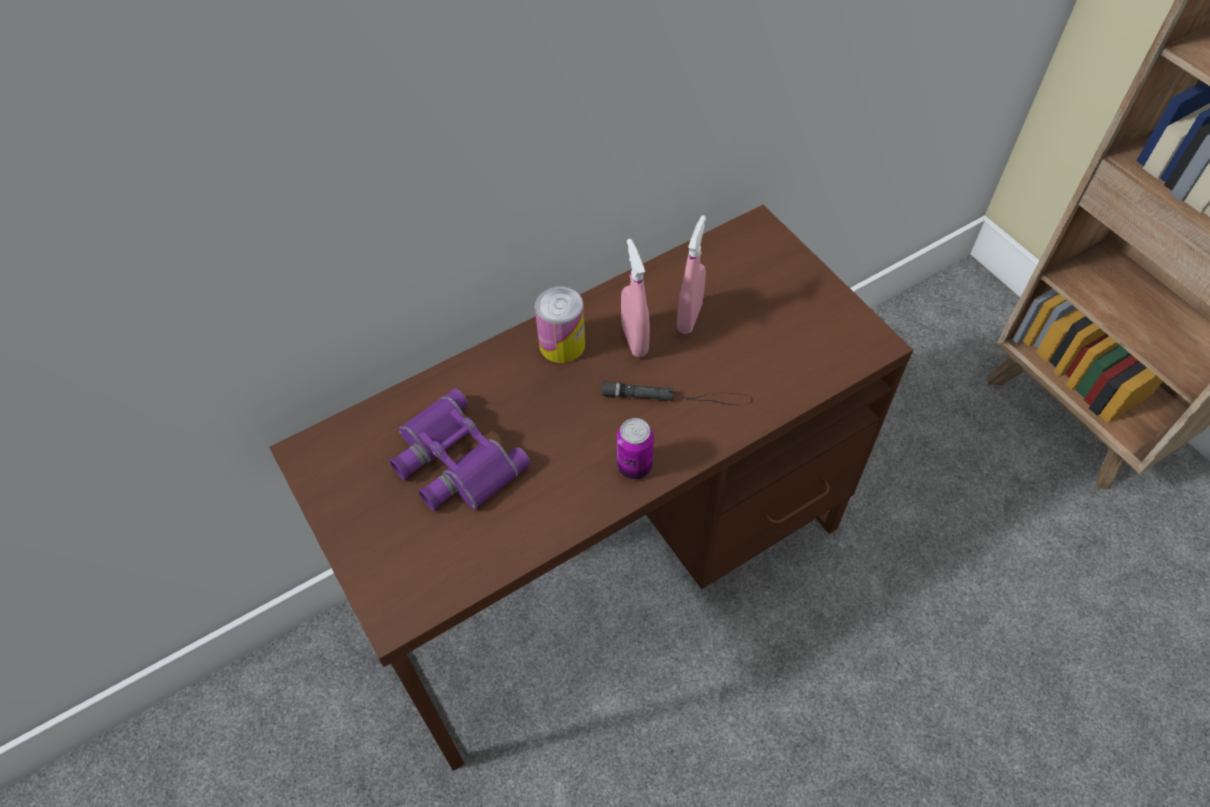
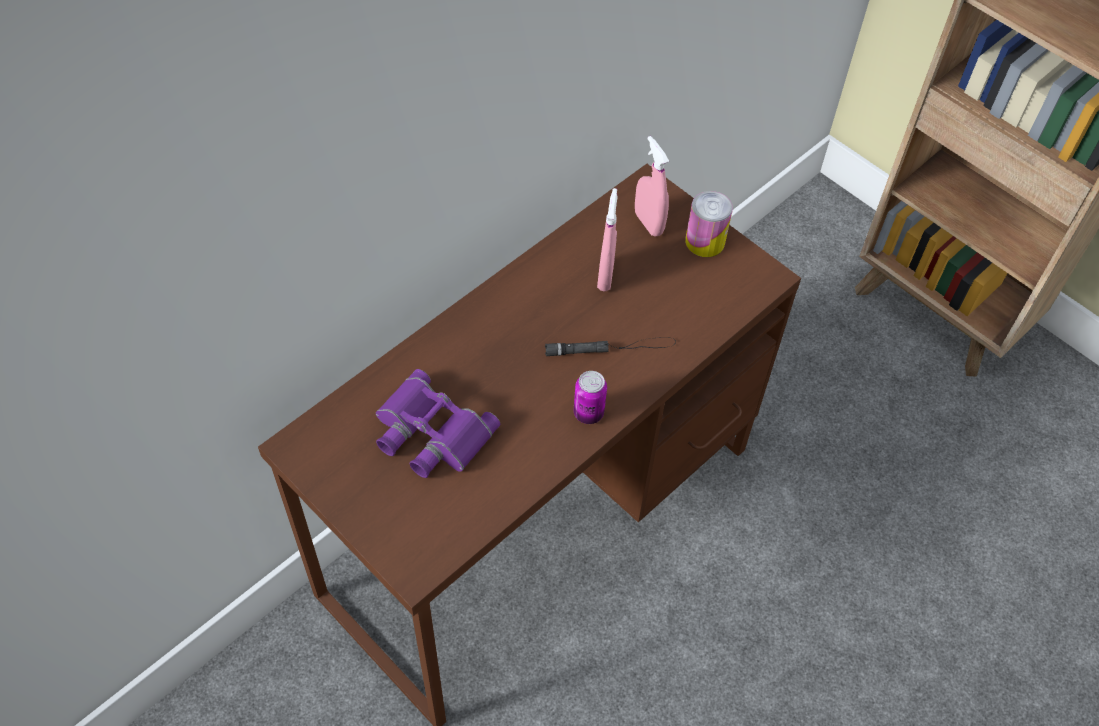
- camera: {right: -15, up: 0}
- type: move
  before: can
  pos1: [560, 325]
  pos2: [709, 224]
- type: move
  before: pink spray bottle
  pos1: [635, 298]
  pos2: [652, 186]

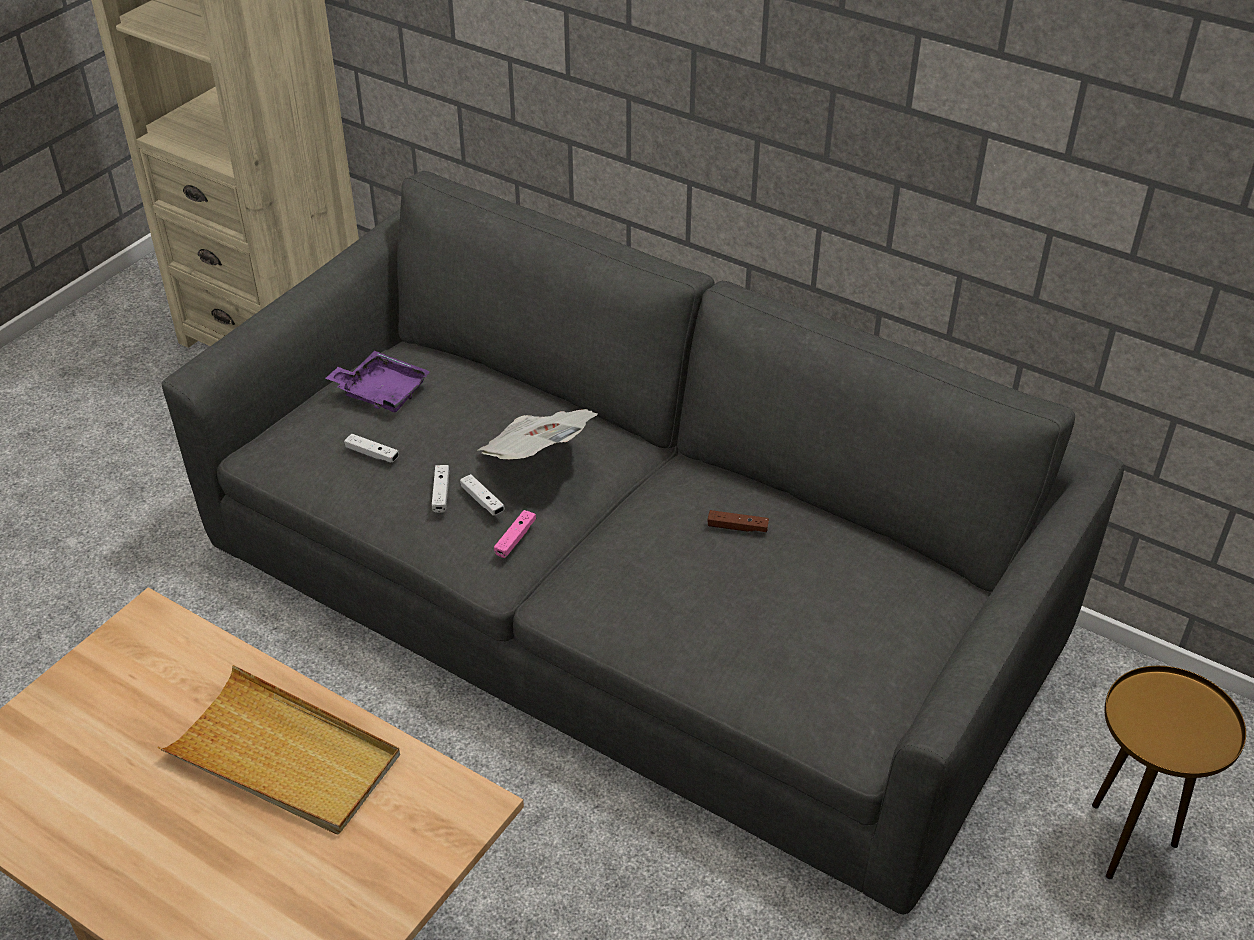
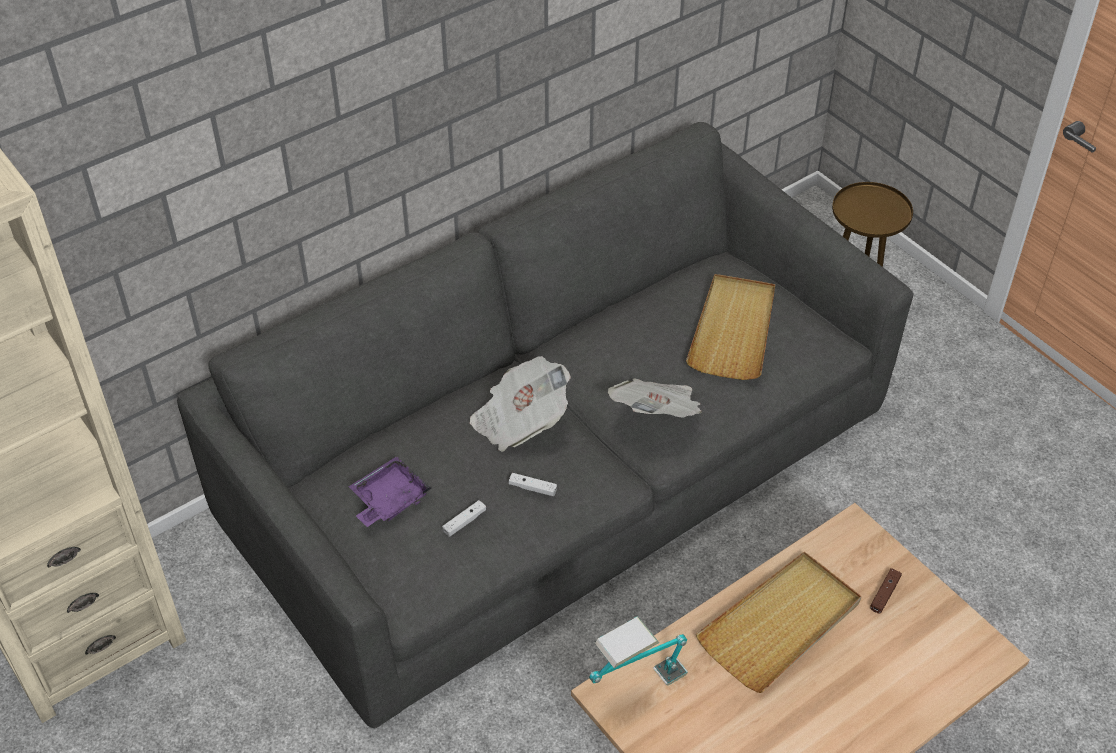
- camera: {right: -70, up: 5}
- type: delete
  before: white game controller
  pos1: [482, 495]
- type: delete
  before: pink game controller
  pos1: [515, 534]
- type: insert
  after: table lamp
  pos2: [638, 651]
- type: insert
  after: newspaper
  pos2: [655, 398]
- type: insert
  after: beige tray
  pos2: [730, 327]
- type: move
  before: brown game controller
  pos1: [738, 521]
  pos2: [886, 591]

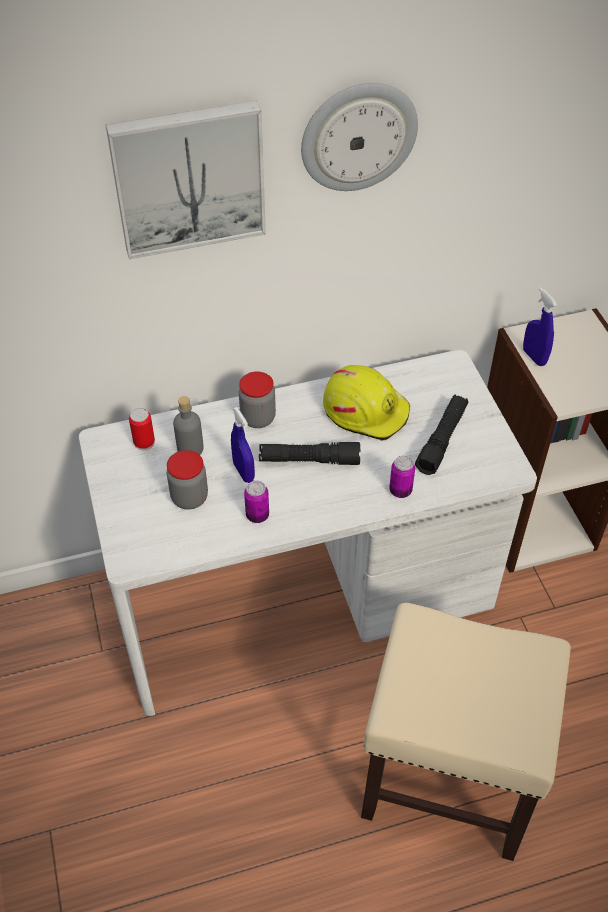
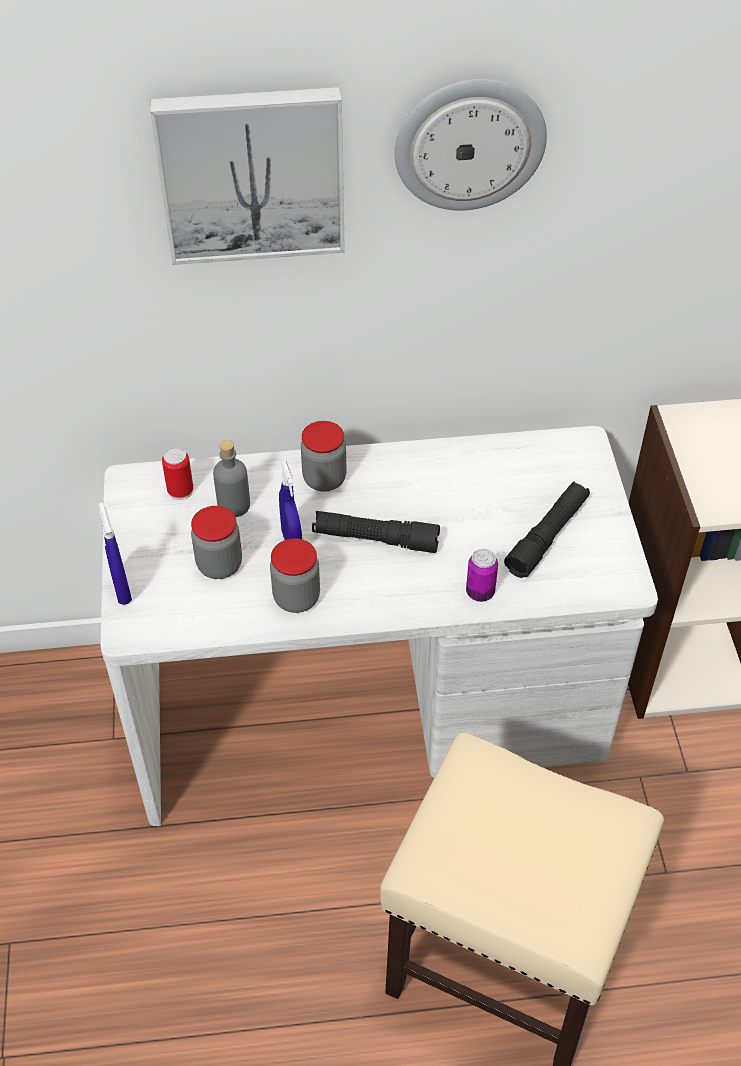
- camera: {right: 10, up: 0}
- type: delete
  before: yellow hard hat
  pos1: [366, 403]
- type: move
  before: blue spray bottle
  pos1: [540, 327]
  pos2: [115, 554]
- type: replace
  before: can
  after: jar
  pos1: [256, 502]
  pos2: [295, 575]

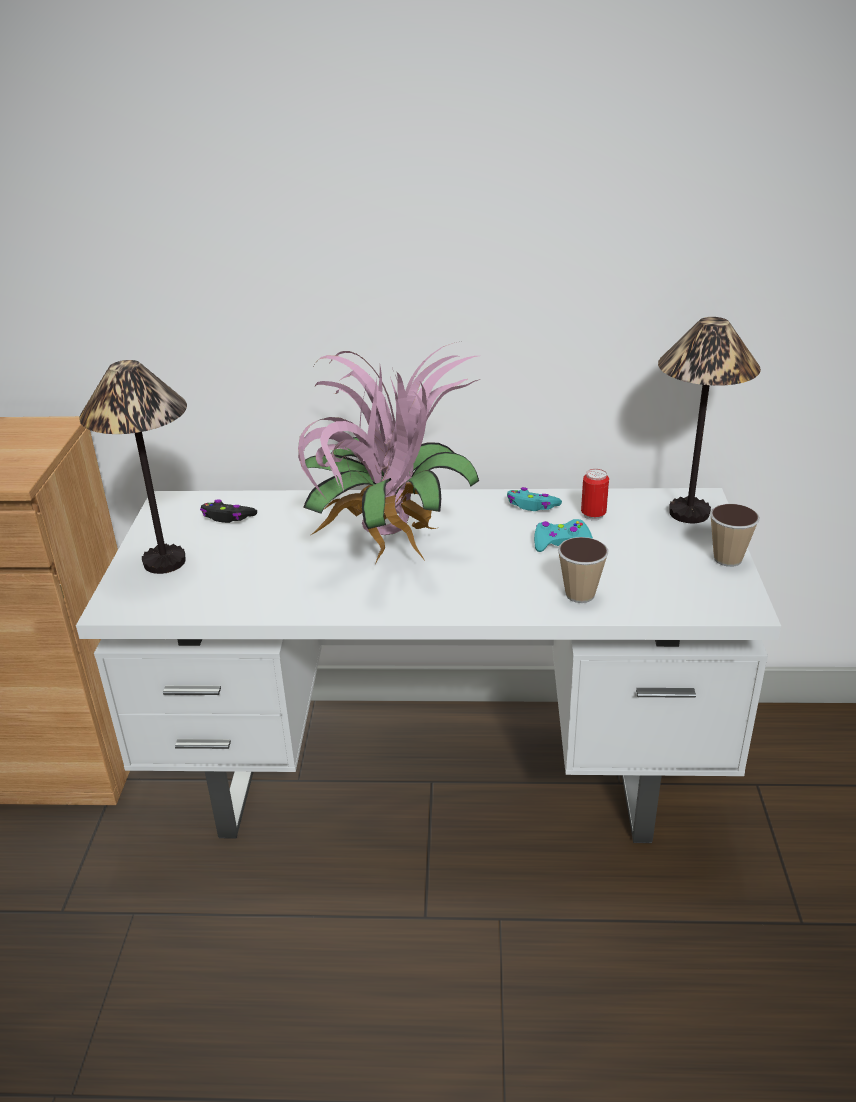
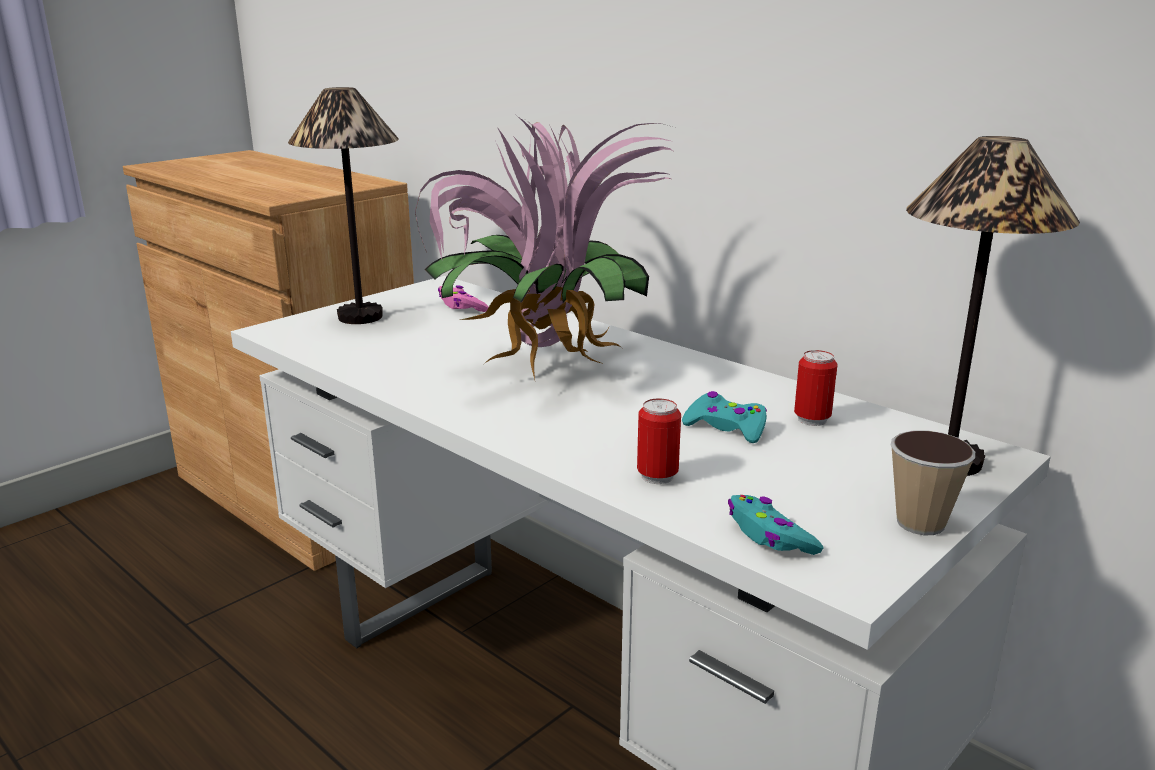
- camera: {right: 40, up: -10}
- type: move
  before: turquoise game controller
  pos1: [534, 499]
  pos2: [775, 525]
- type: replace
  before: cup
  after: can
  pos1: [583, 570]
  pos2: [659, 441]
- type: recolor
  before: black game controller
  after: pink game controller
  pos1: [228, 511]
  pos2: [463, 298]

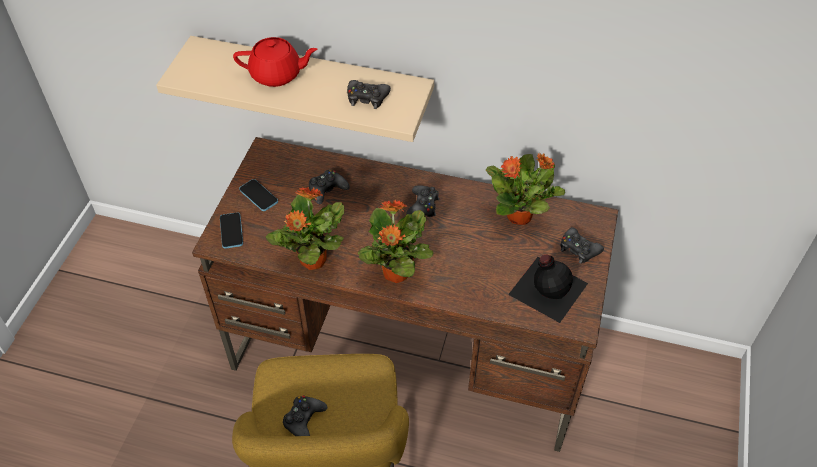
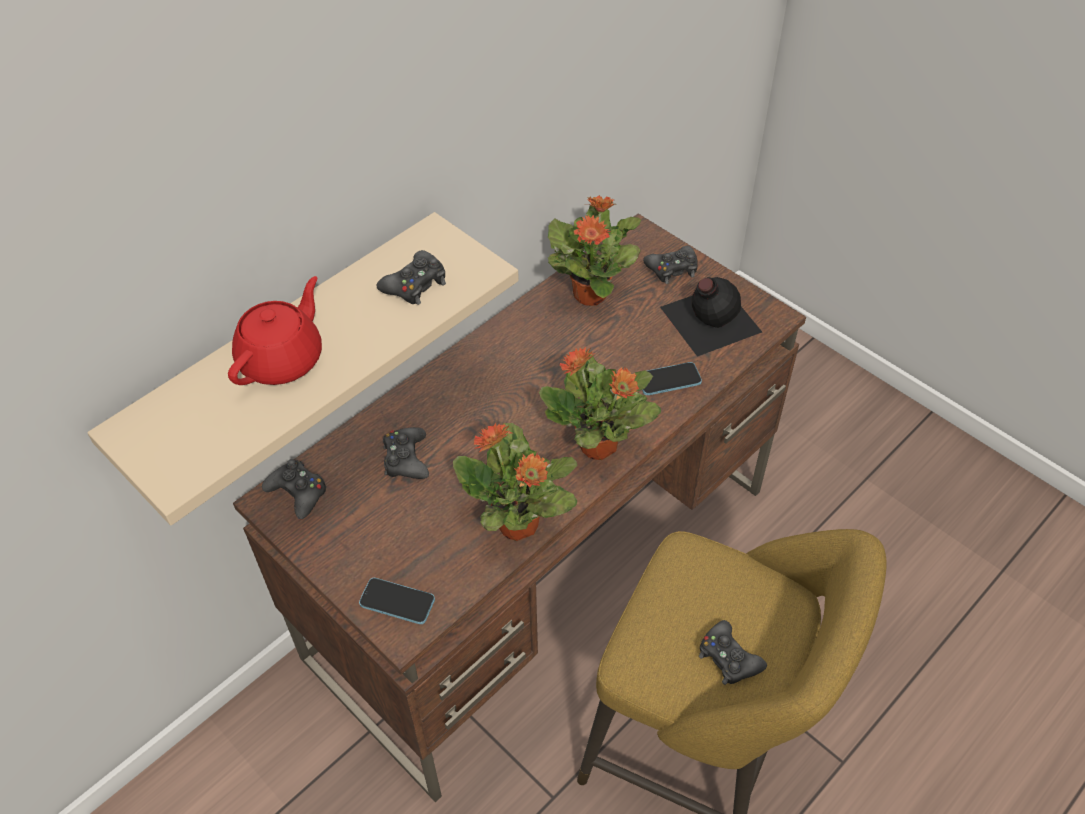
- camera: {right: -60, up: 0}
- type: move
  before: phone
  pos1: [258, 195]
  pos2: [672, 378]
- type: move
  before: black game controller
  pos1: [422, 201]
  pos2: [294, 489]

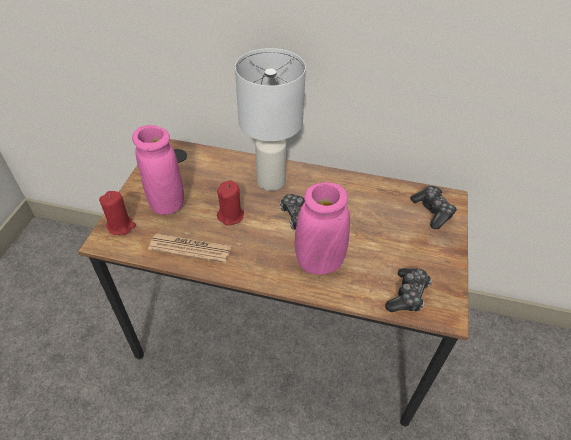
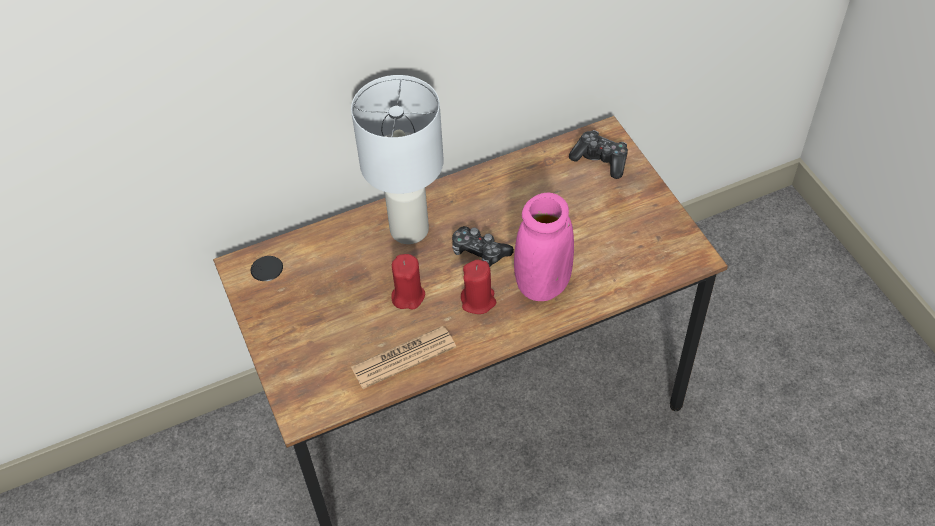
- camera: {right: -35, up: 5}
- type: delete
  before: pink vase
  pos1: [158, 170]
- type: delete
  before: game controller
  pos1: [408, 290]
- type: move
  before: red candle
  pos1: [117, 213]
  pos2: [478, 287]

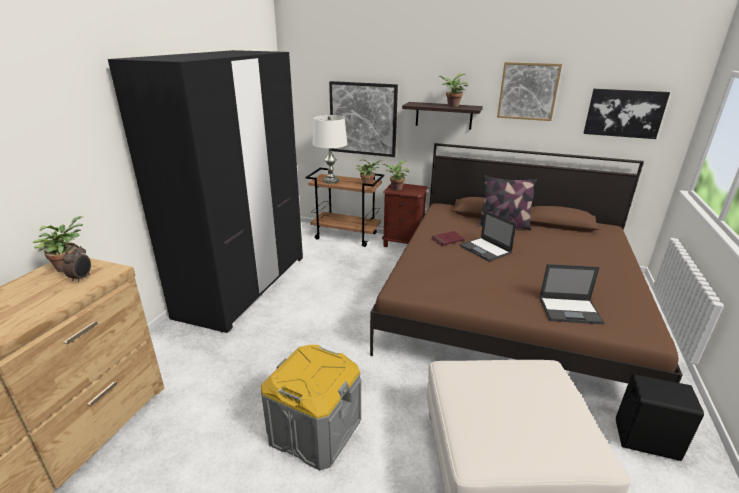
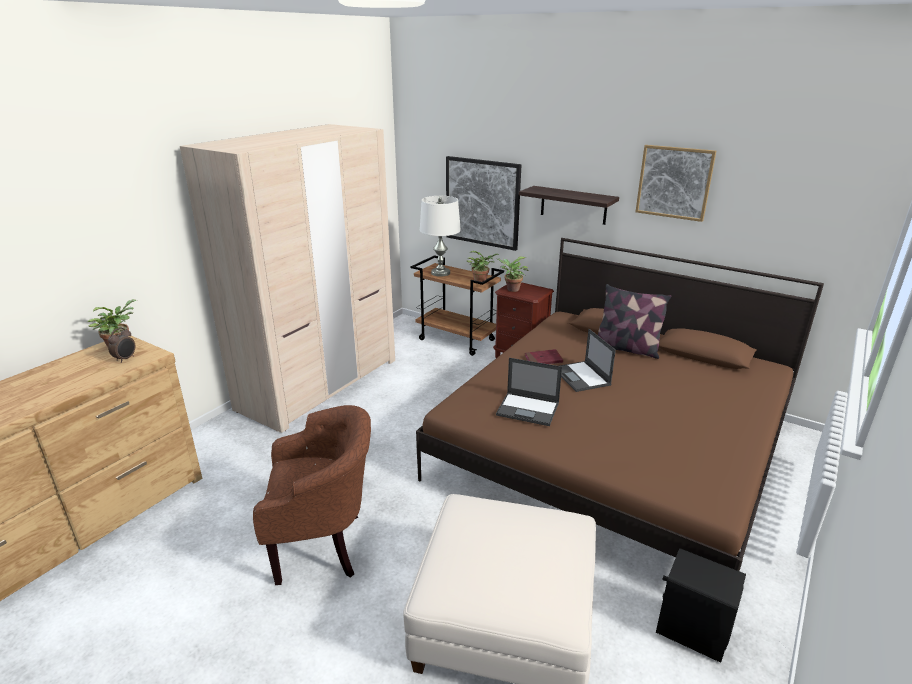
- camera: {right: 15, up: 0}
- type: delete
  before: potted plant
  pos1: [454, 90]
- type: delete
  before: picture
  pos1: [627, 114]
- type: move
  before: laptop
  pos1: [572, 294]
  pos2: [529, 392]
- type: replace
  before: grey storage box
  after: brown armchair
  pos1: [311, 407]
  pos2: [312, 495]
- type: recolor
  before: black wardrobe
  after: beige wardrobe
  pos1: [205, 191]
  pos2: [287, 278]

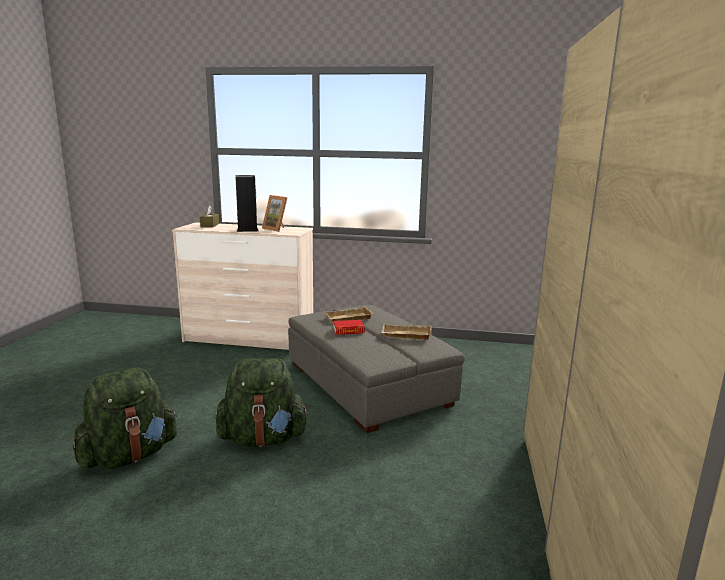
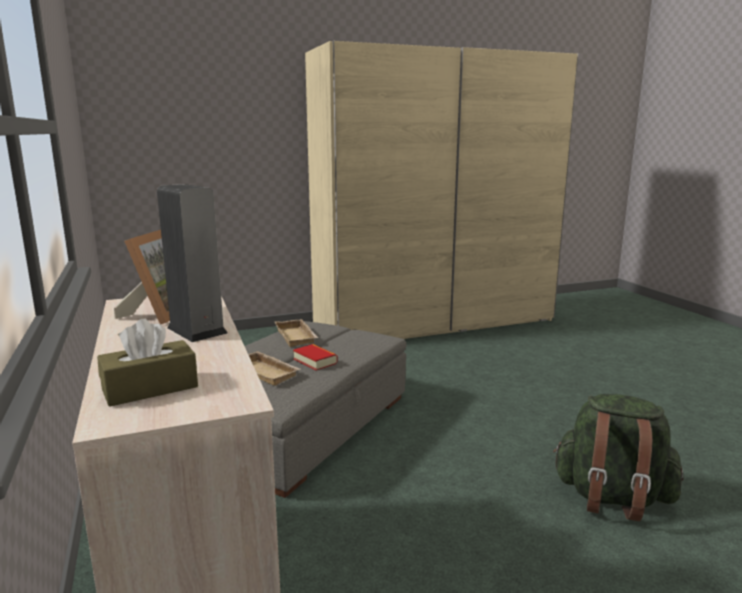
- camera: {right: -120, up: 0}
- type: delete
  before: green backpack
  pos1: [262, 402]

